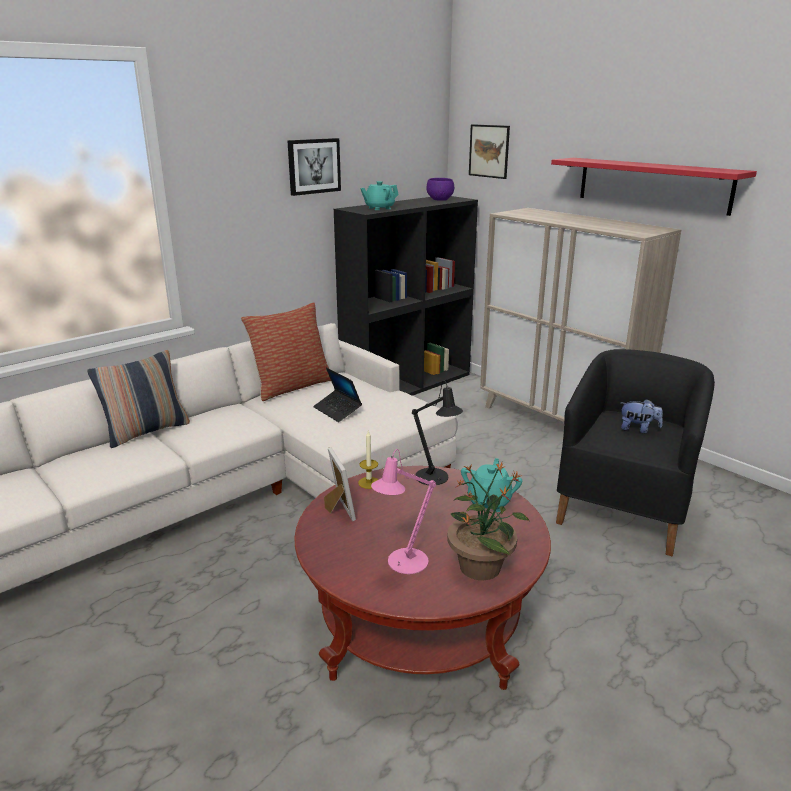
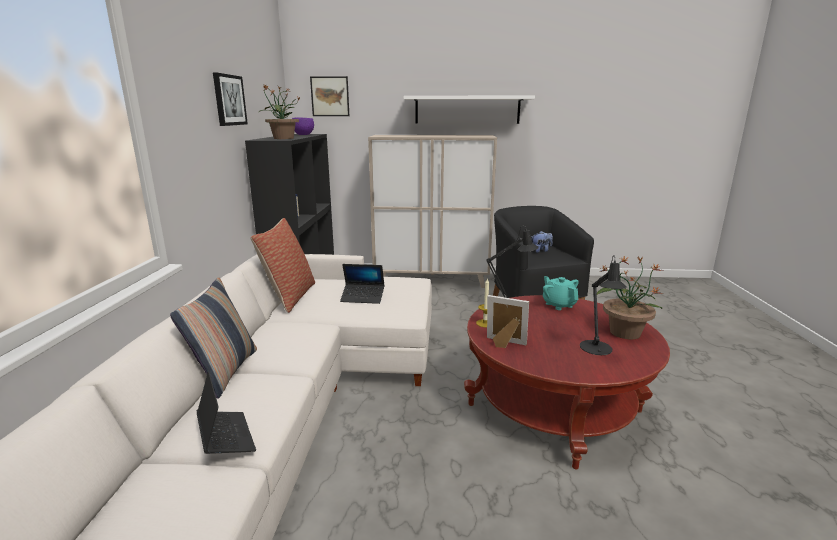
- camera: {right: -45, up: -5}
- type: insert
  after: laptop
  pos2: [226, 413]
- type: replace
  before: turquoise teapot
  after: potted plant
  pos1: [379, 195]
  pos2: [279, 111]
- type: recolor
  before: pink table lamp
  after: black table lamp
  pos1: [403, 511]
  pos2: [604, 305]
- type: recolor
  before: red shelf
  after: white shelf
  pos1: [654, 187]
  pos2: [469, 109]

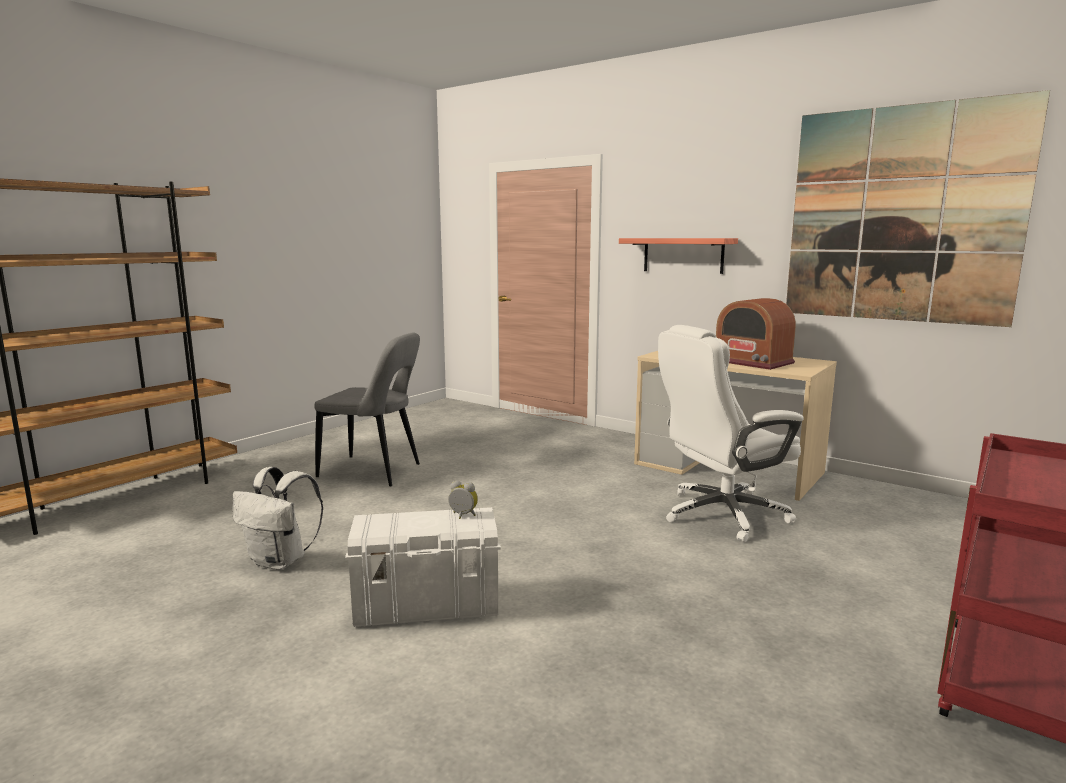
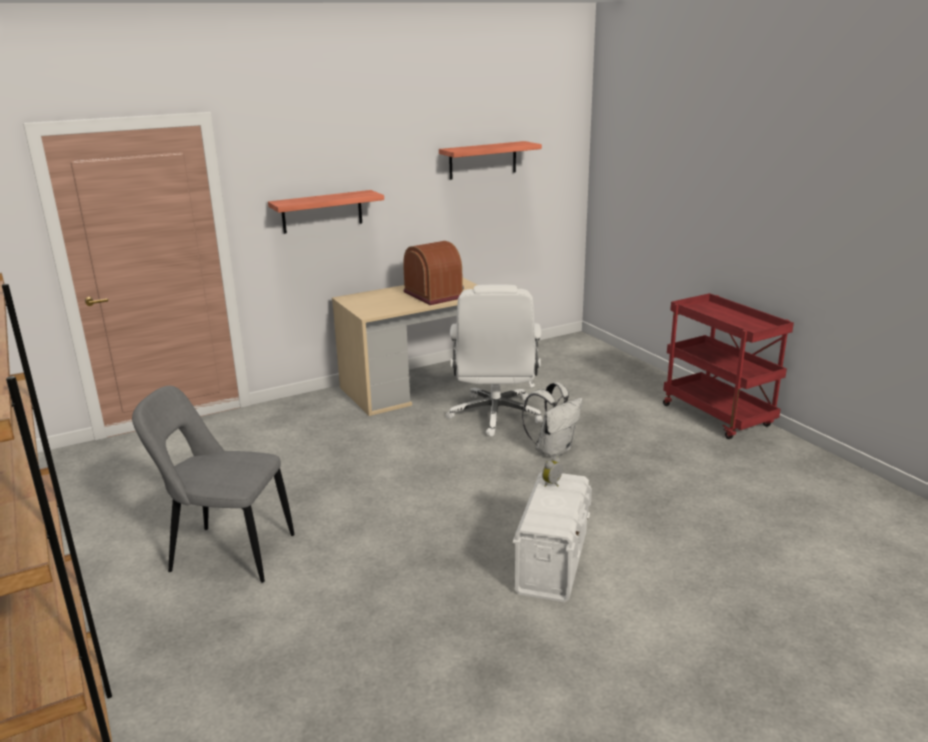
- camera: {right: -65, up: 10}
- type: move
  before: white backpack
  pos1: [278, 518]
  pos2: [552, 420]
- type: replace
  before: picture
  after: shelf
  pos1: [918, 208]
  pos2: [490, 160]
- type: rotate
  before: grey chair
  pos1: [367, 409]
  pos2: [213, 484]
  turn: -120
- type: rotate
  before: radio
  pos1: [756, 334]
  pos2: [433, 273]
  turn: -105

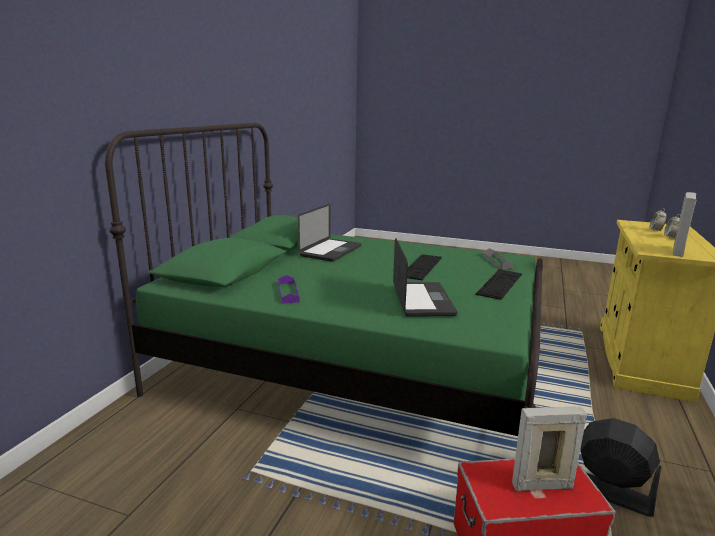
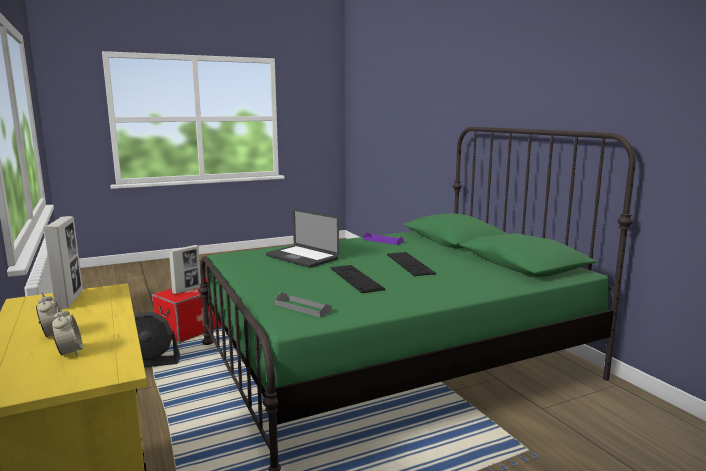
- camera: {right: 135, up: -5}
- type: delete
  before: laptop
  pos1: [329, 233]
- type: move
  before: keyboard
  pos1: [499, 284]
  pos2: [411, 264]

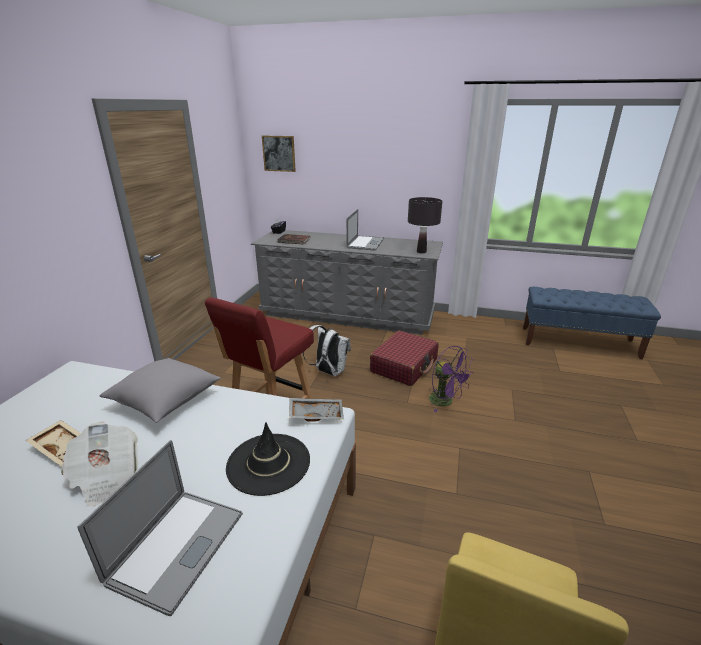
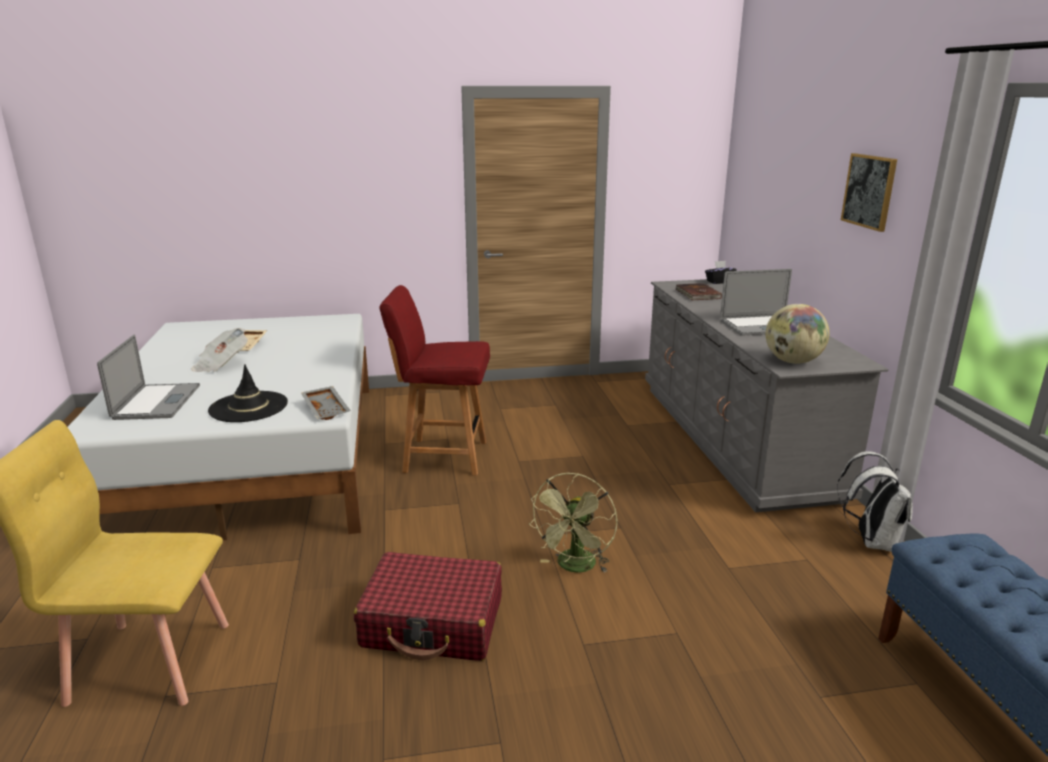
- camera: {right: 65, up: -5}
- type: delete
  before: grey pillow
  pos1: [160, 390]
- type: move
  before: picture
  pos1: [279, 154]
  pos2: [869, 192]
- type: move
  before: white backpack
  pos1: [327, 350]
  pos2: [875, 501]
- type: move
  before: red suitcase
  pos1: [404, 358]
  pos2: [428, 606]
- type: replace
  before: black table lamp
  after: globe
  pos1: [425, 225]
  pos2: [797, 334]
- type: recolor
  before: purple fan
  after: green fan
  pos1: [451, 379]
  pos2: [573, 523]
- type: rotate
  before: laptop
  pos1: [160, 528]
  pos2: [148, 377]
  turn: -90

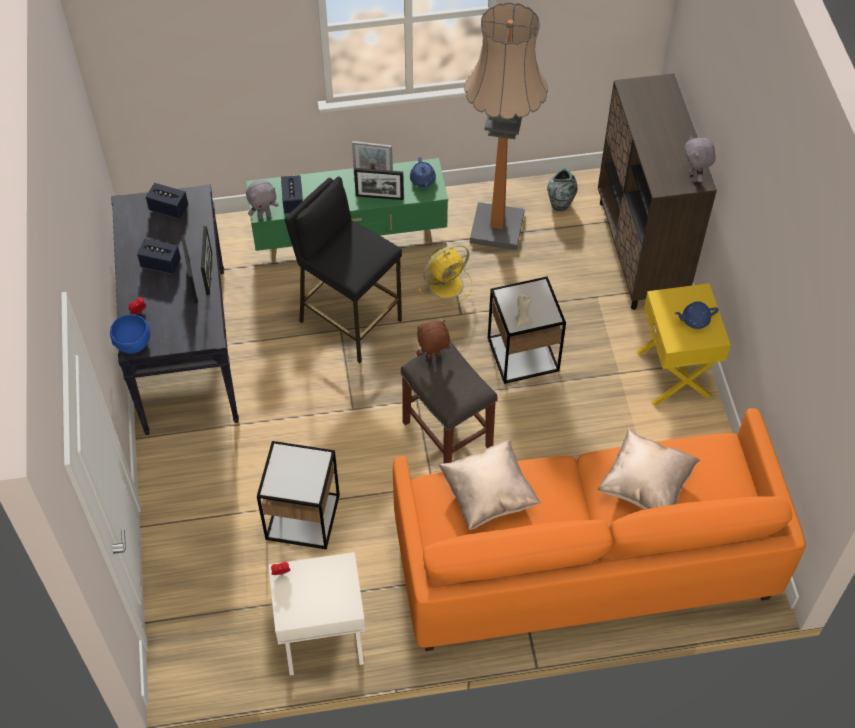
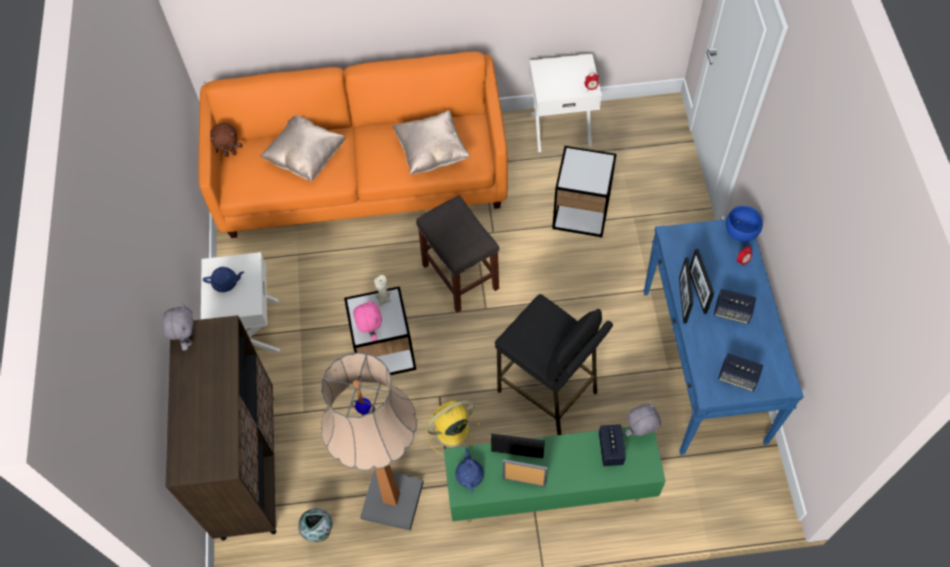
- camera: {right: -175, up: 5}
- type: insert
  after: pink plush toy
  pos2: [367, 320]
- type: move
  before: brown plush toy
  pos1: [433, 339]
  pos2: [226, 140]
- type: recolor
  before: black console table
  after: blue console table
  pos1: [175, 309]
  pos2: [723, 337]
- type: recolor
  before: yellow nightstand
  after: white nightstand
  pos1: [683, 344]
  pos2: [240, 302]

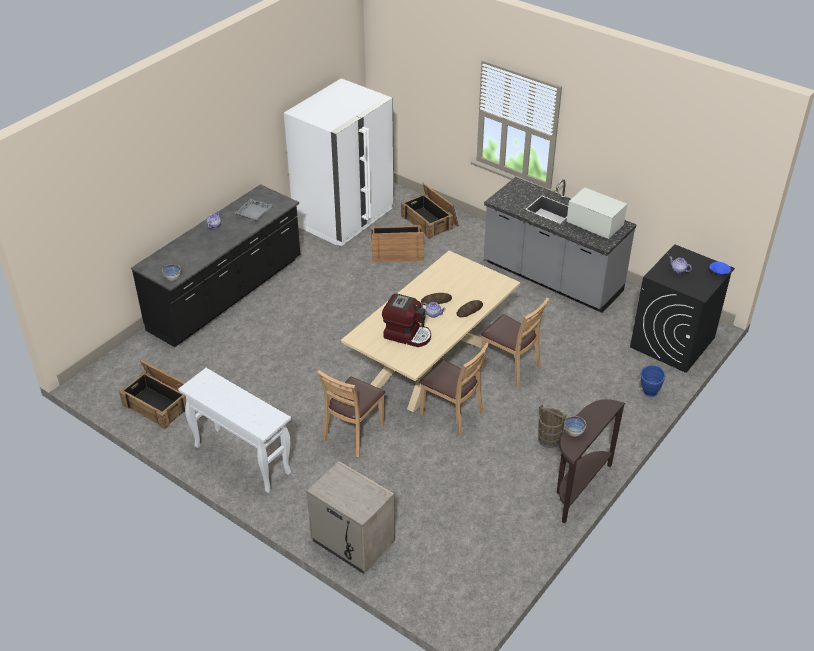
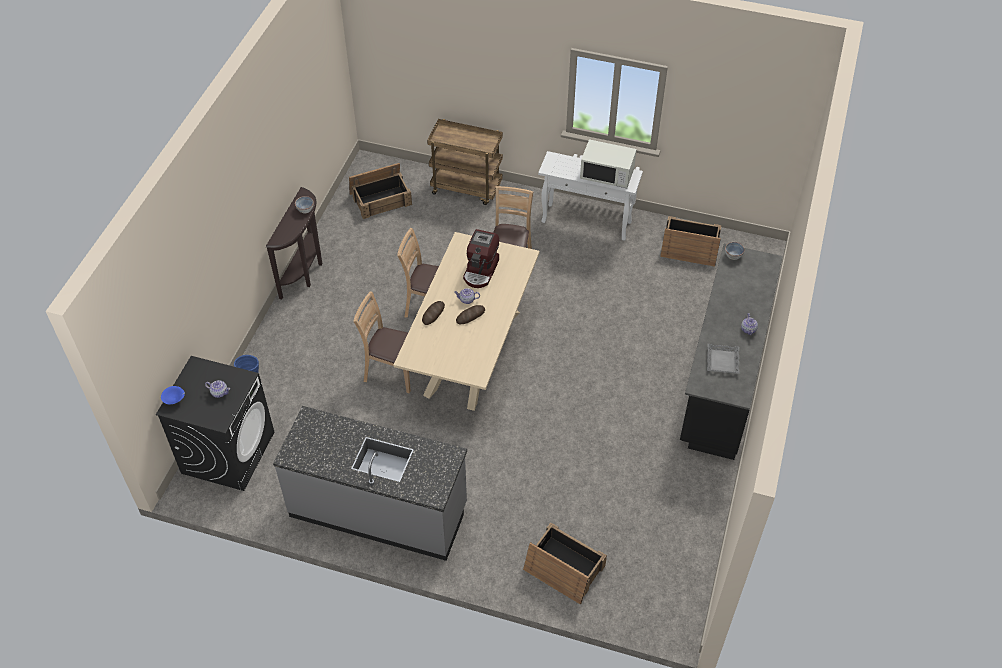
- camera: {right: 160, up: 10}
- type: delete
  before: white fridge
  pos1: [339, 162]
- type: delete
  before: brown bucket
  pos1: [552, 426]
- type: move
  before: crate
  pos1: [397, 243]
  pos2: [380, 191]
- type: move
  before: white microwave
  pos1: [597, 213]
  pos2: [608, 163]
- type: replace
  before: beige nightstand
  after: brown cart
  pos1: [350, 517]
  pos2: [465, 162]
- type: rotate
  before: coffee machine
  pos1: [406, 320]
  pos2: [481, 258]
  turn: -75

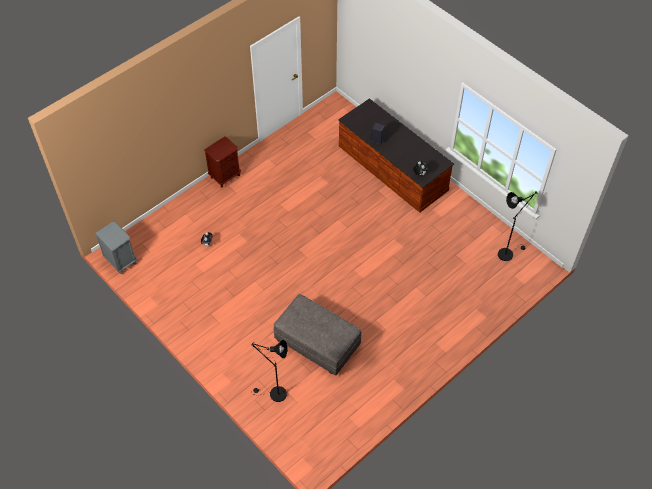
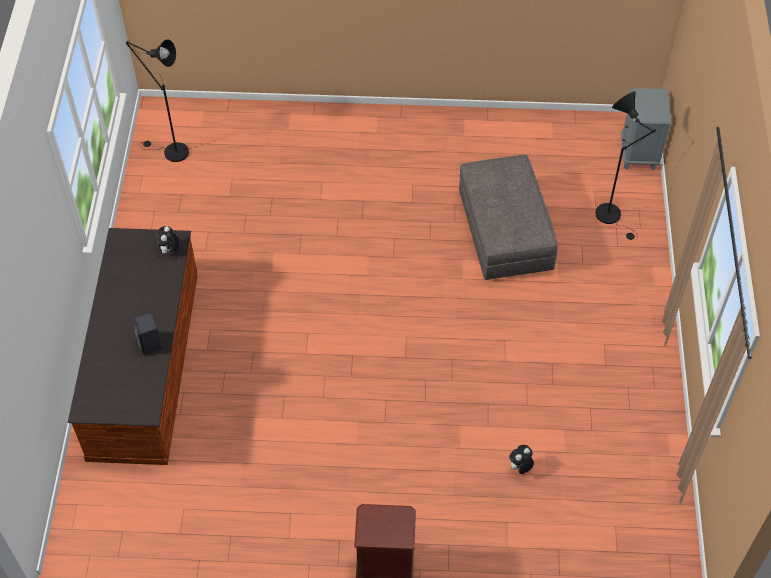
- camera: {right: -135, up: 0}
- type: move
  before: grey nightstand
  pos1: [116, 248]
  pos2: [646, 129]

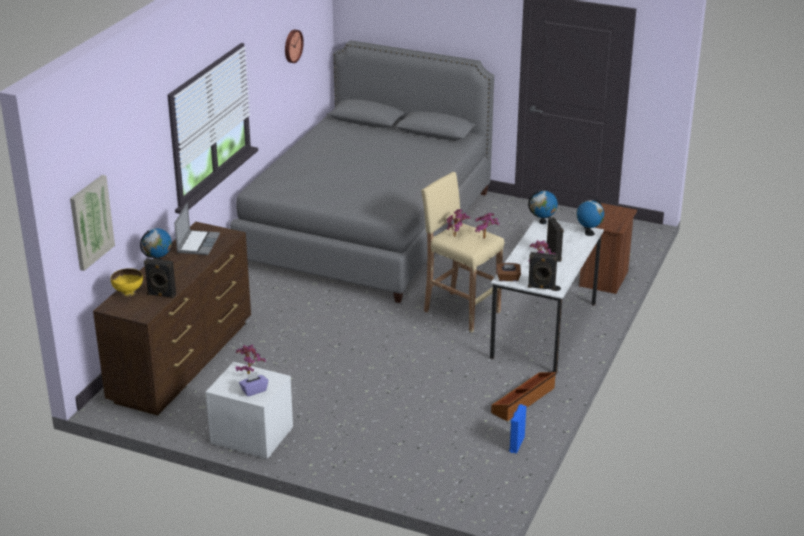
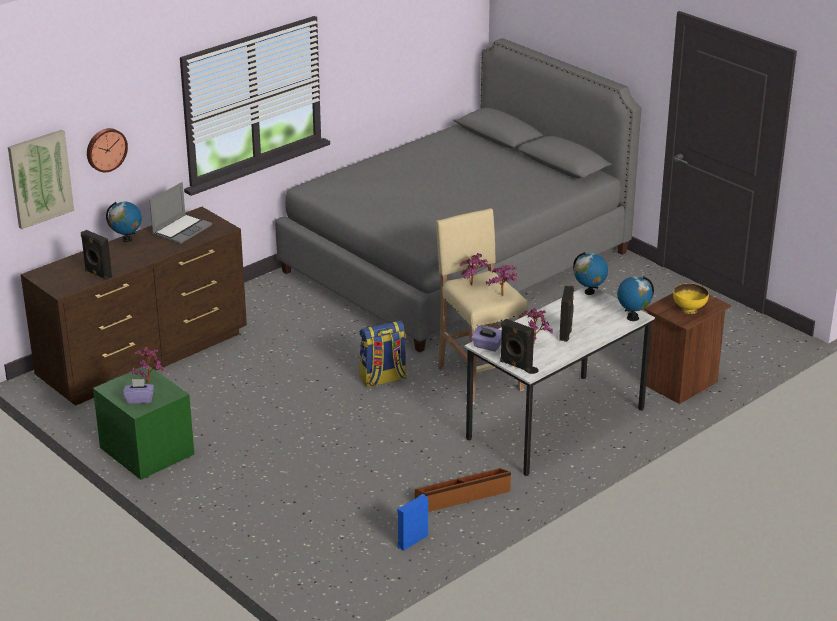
- camera: {right: 25, up: 0}
- type: insert
  after: backpack
  pos2: [383, 354]
- type: move
  before: yellow bowl
  pos1: [127, 282]
  pos2: [691, 298]
- type: move
  before: wall clock
  pos1: [294, 46]
  pos2: [107, 150]
- type: recolor
  before: white nightstand
  after: green nightstand
  pos1: [249, 410]
  pos2: [143, 423]
- type: recolor
  before: brown tissue box
  after: purple tissue box
  pos1: [508, 272]
  pos2: [487, 338]

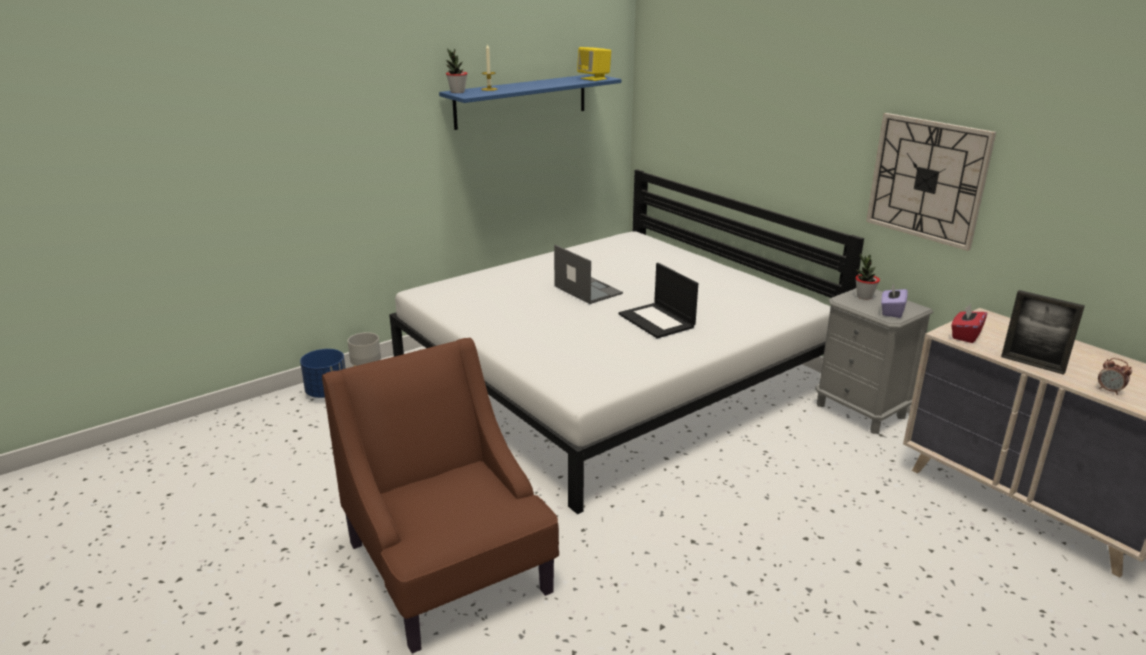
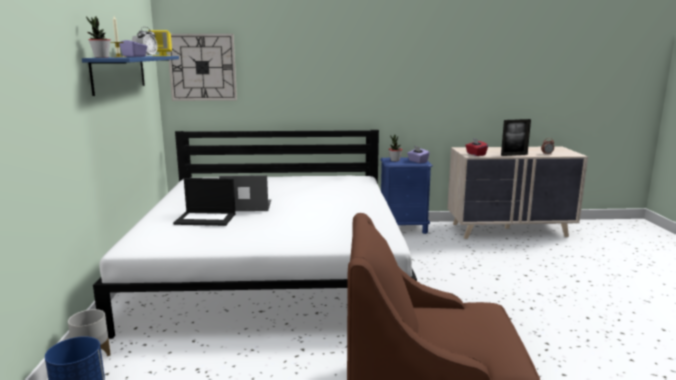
- camera: {right: -55, up: -10}
- type: insert
  after: purple tissue box
  pos2: [133, 46]
- type: insert
  after: alarm clock
  pos2: [146, 41]
- type: move
  before: laptop
  pos1: [658, 300]
  pos2: [204, 202]
- type: move
  before: wall clock
  pos1: [931, 182]
  pos2: [202, 67]
- type: recolor
  before: grey nightstand
  after: blue nightstand
  pos1: [874, 361]
  pos2: [406, 195]

